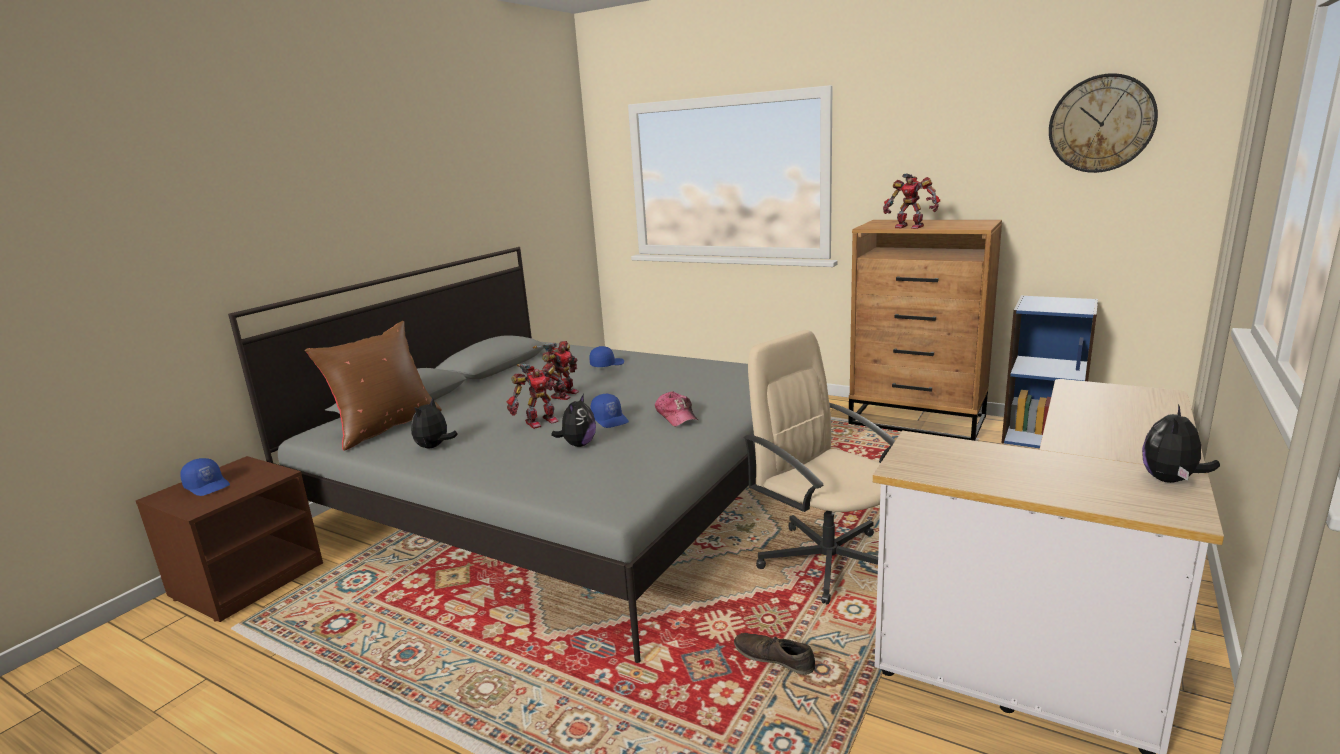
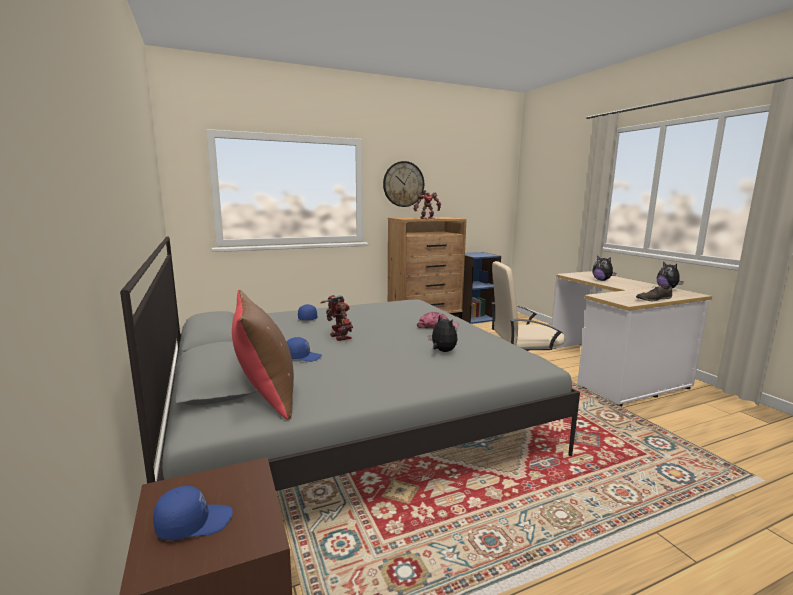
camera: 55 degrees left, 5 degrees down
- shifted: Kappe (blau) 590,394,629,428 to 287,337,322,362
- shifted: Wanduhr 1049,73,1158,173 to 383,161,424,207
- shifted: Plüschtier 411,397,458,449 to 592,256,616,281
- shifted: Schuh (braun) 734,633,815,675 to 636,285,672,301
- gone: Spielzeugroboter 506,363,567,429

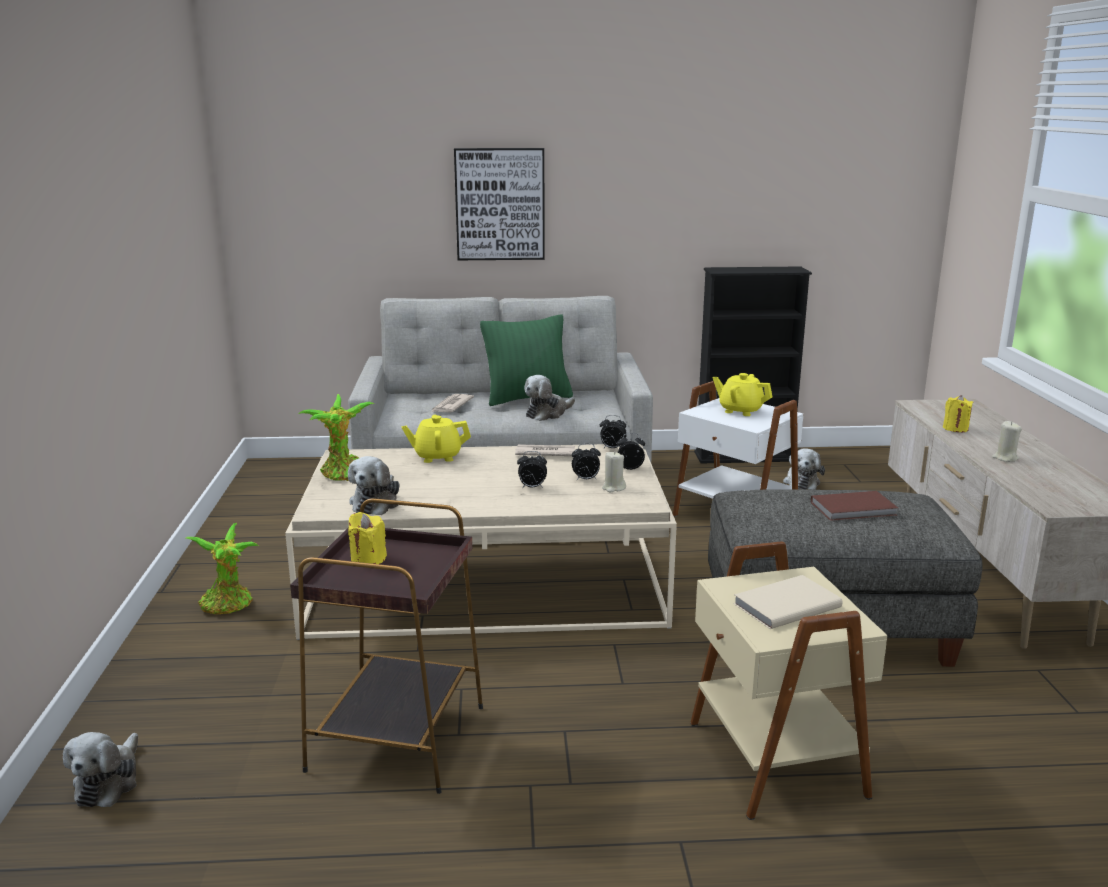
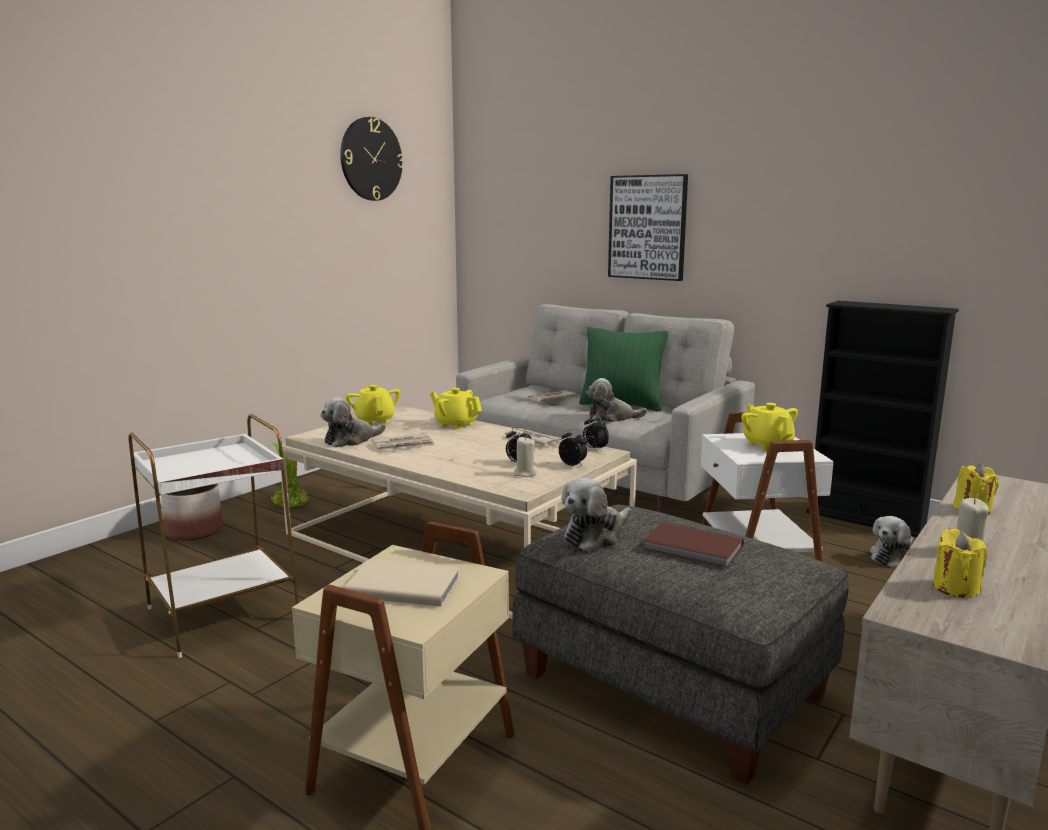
camera: 40 degrees right, 5 degrees down
- repainted: Beistelltisch (braun) 290,498,483,794 to Beistelltisch (weiß) 129,414,299,658
- new: Pflanzkübel 161,484,223,540
- new: Wanduhr 340,117,404,201
- swapped: Topfpflanze 298,394,375,481 to Teekanne (gelb) 346,385,401,425
- new: Zeitung 372,433,435,450
- shifted: Plüschtier 63,732,138,807 to 561,478,632,551
- shifted: Kerze (gelb) 348,512,387,564 to 933,529,987,598
- gone: Wecker 517,451,547,488

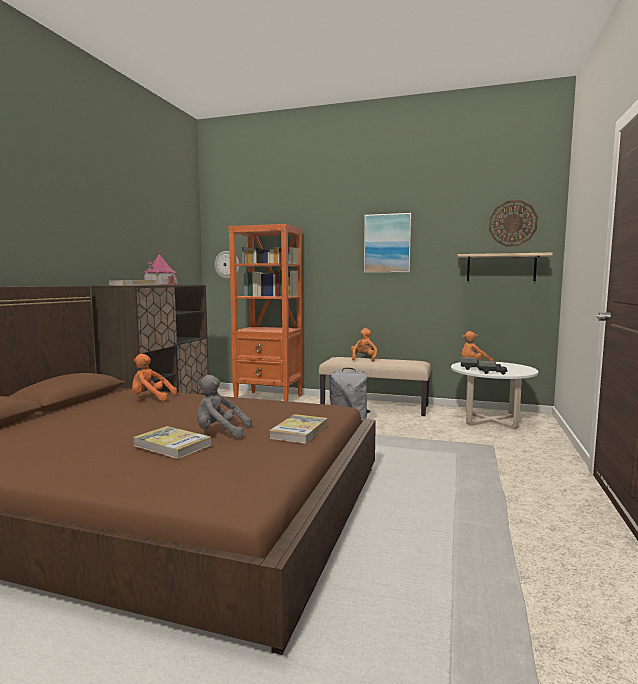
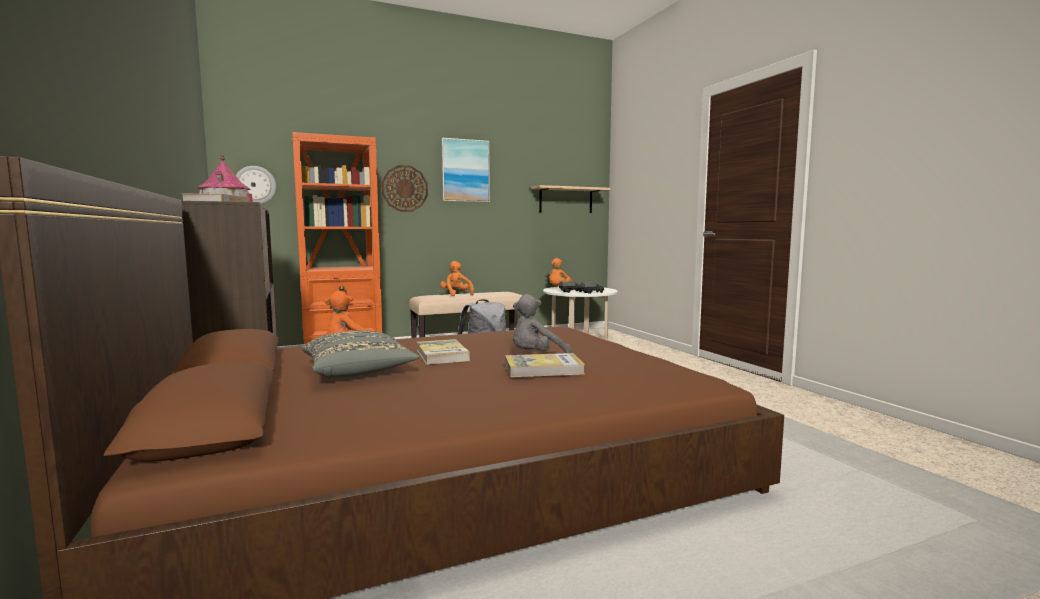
camera: 40 degrees left, 0 degrees up
- new: Kissen (grau) 301,331,420,378
- shifted: Wanduhr 489,200,538,247 to 382,165,428,212
- shifted: Buch 269,414,328,444 to 417,339,470,365

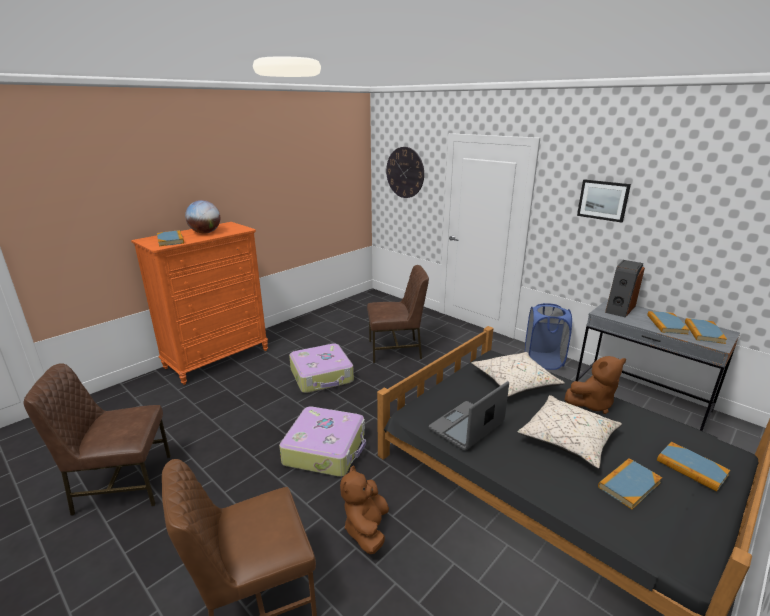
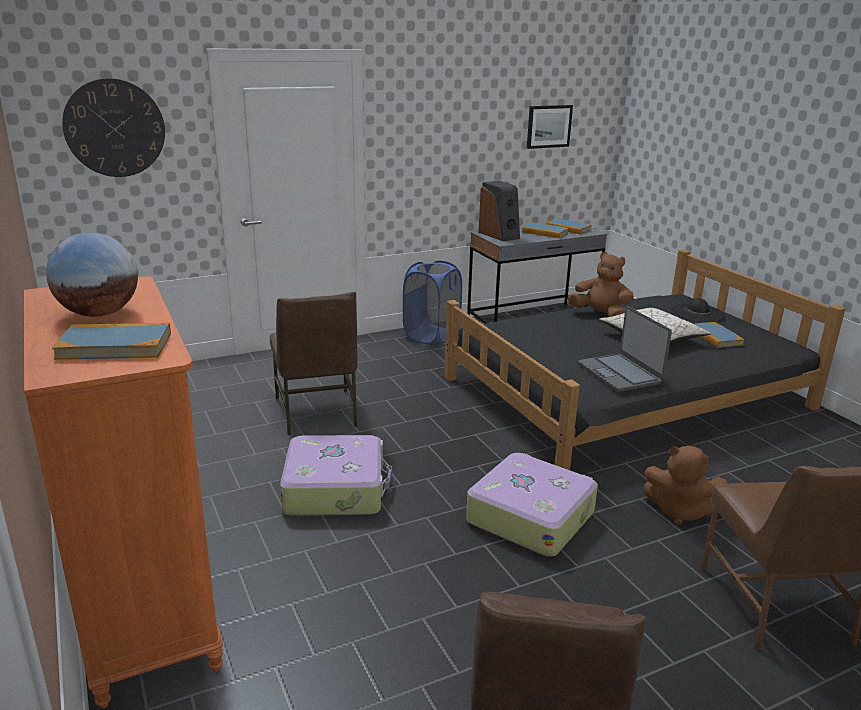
camera: 70 degrees left, 0 degrees up
- rotated: Stuhl (braun) 367,265,429,363 = 270,292,358,435 150 degrees clockwise
- shifted: Bild 577,179,631,223 to 527,105,573,149
- rotated: Plüschtier (braun) 565,356,626,414 = 568,252,634,317 60 degrees counterclockwise
- swapped: Buch 657,442,730,492 to Hut (schwarz) 671,298,725,322
- gone: Kissen (beige) 471,352,565,398

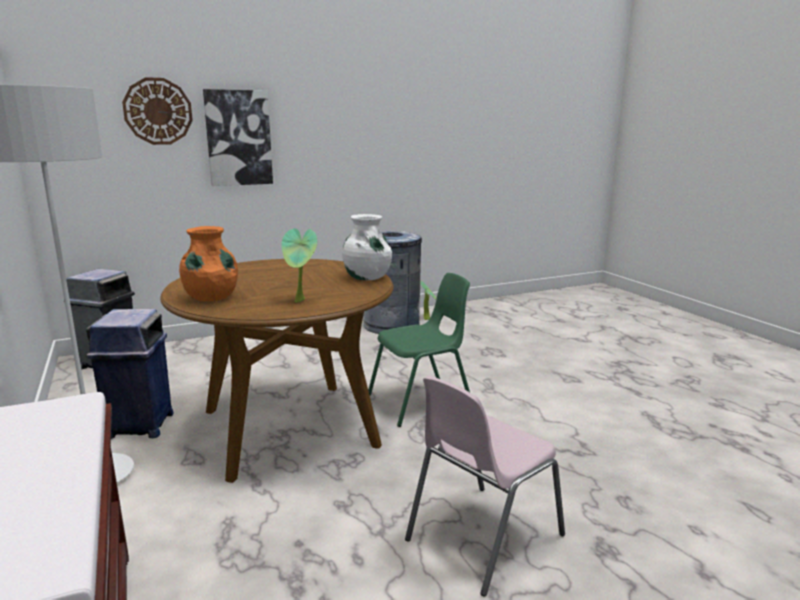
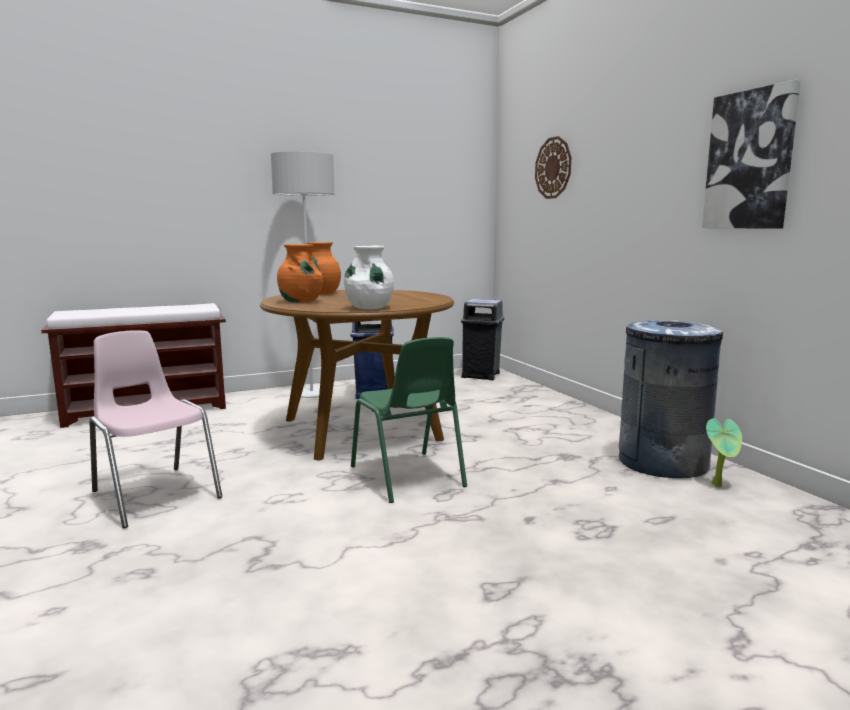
camera: 90 degrees right, 5 degrees down
- swapped: Topfpflanze 281,228,317,303 to Vase (orange) 277,244,323,303
- shifted: Bild 203,89,273,186 to 702,80,801,229

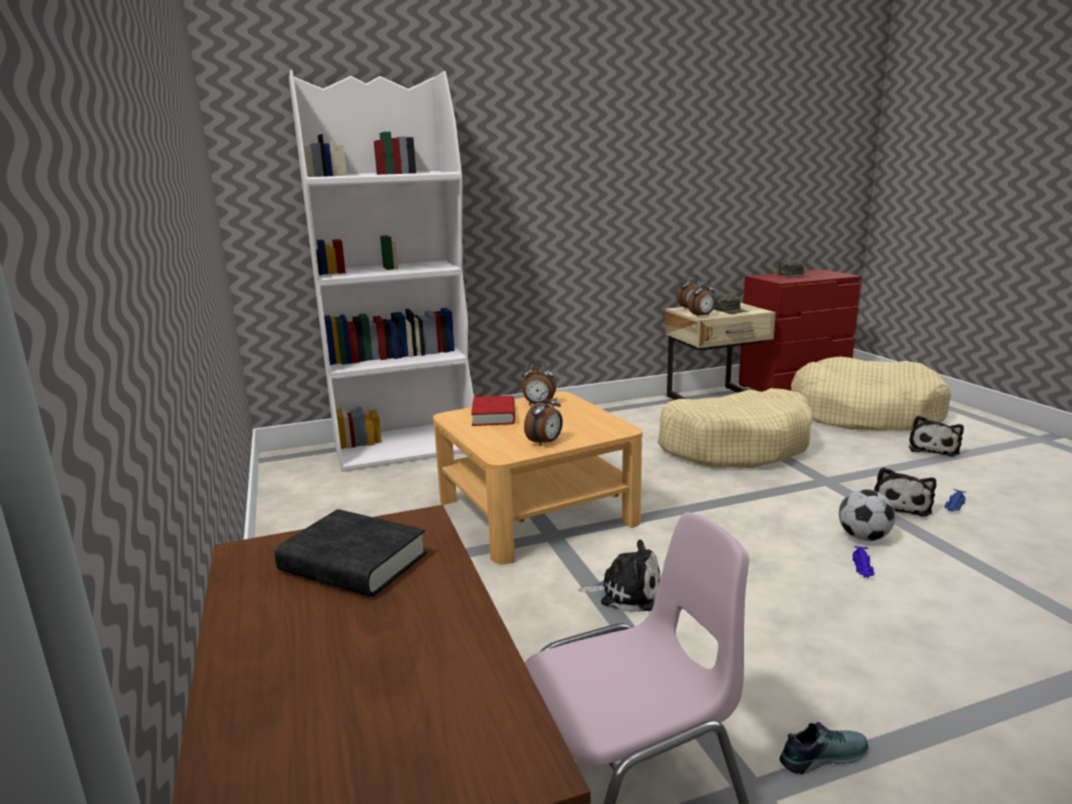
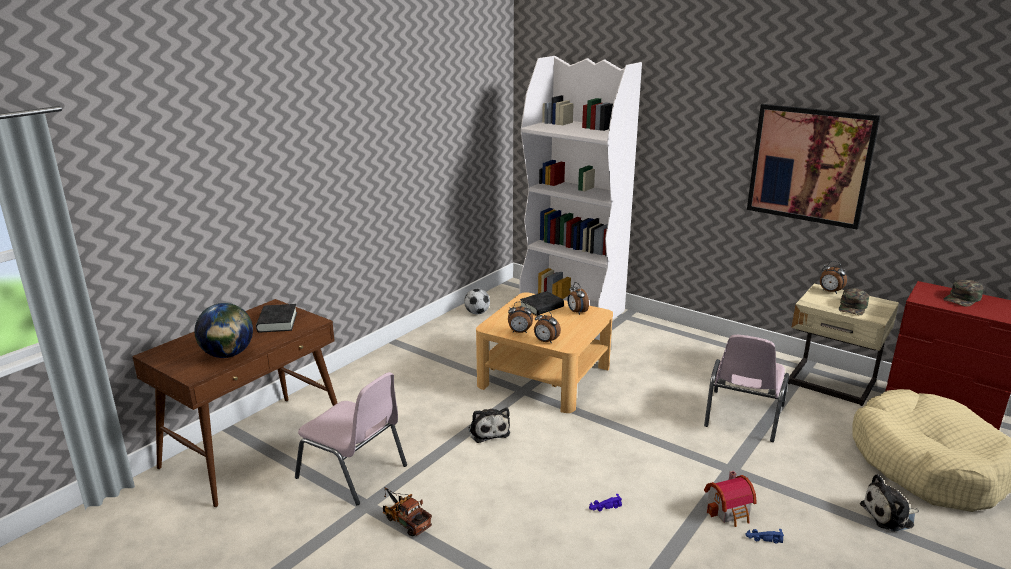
camera: 55 degrees right, 5 degrees up
- new: Globus 194,303,253,358
- swapped: Schuh 780,722,868,774 to Spielzeuglaster 383,487,432,536
- shifted: Fußball 839,489,895,541 to 464,289,490,314
- repainted: Buch (rot) 471,396,515,426 to Buch (schwarz) 520,291,564,316
- shifted: Wecker 688,280,716,316 to 534,310,561,344
- swapped: Hundebett (beige) 658,388,813,468 to Stuhl (rosa) 704,335,789,442
- swapped: Plüschtier 874,467,936,517 to Spielzeughaus 704,471,757,527
- new: Bild 747,104,881,229

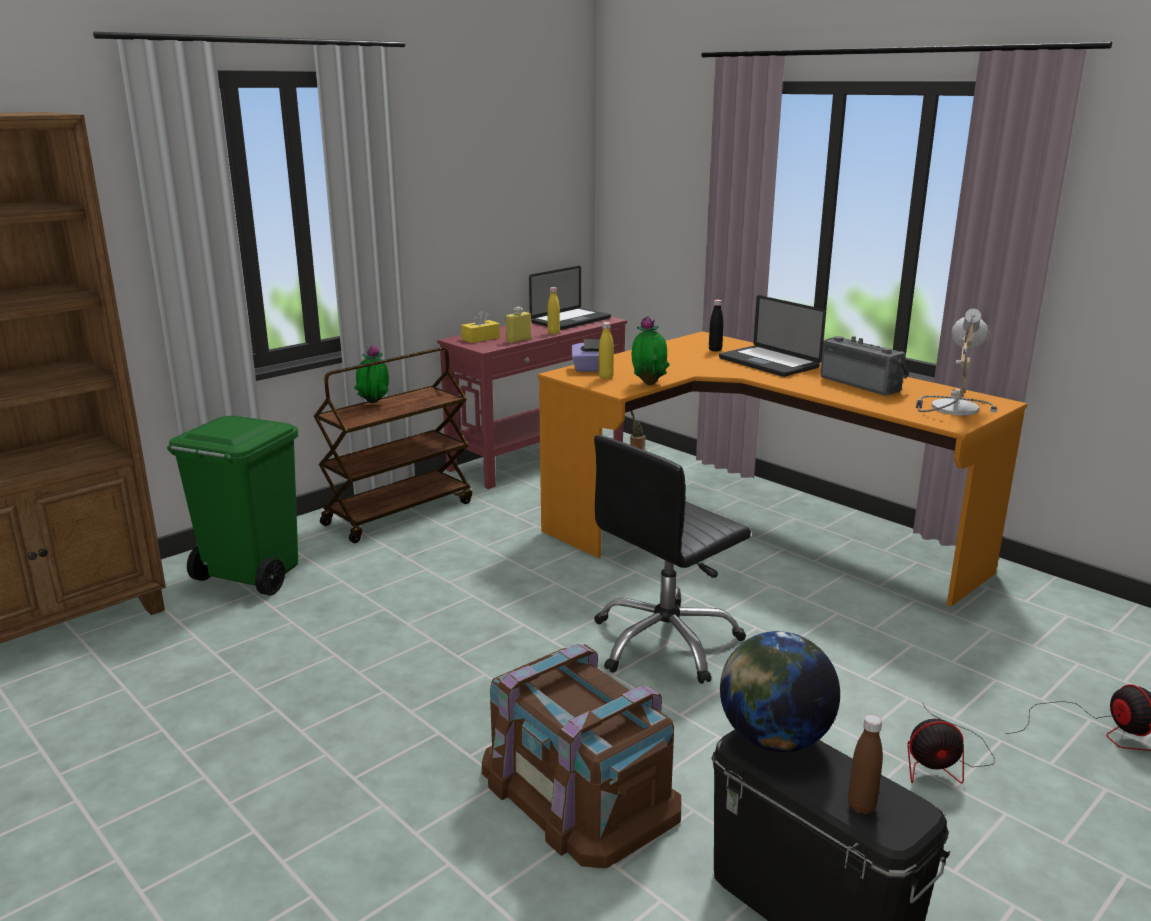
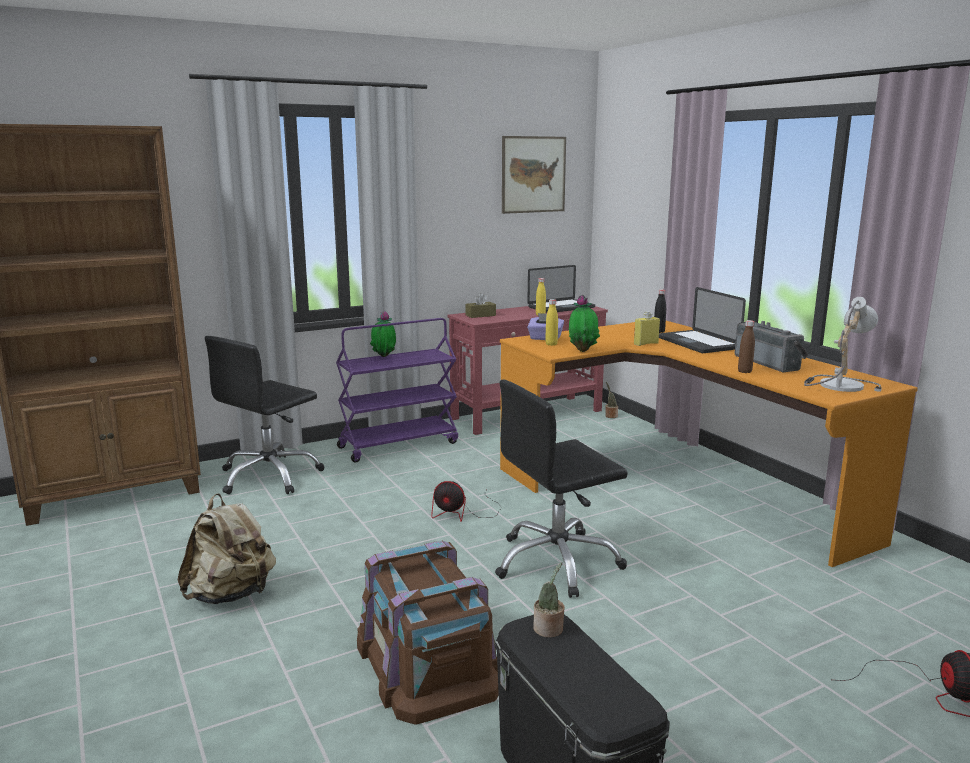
camera: 15 degrees right, 5 degrees down
- new: Rucksack (beige) 178,493,276,604
- swapped: Mülleimer (grün) 167,416,298,596 to Bürostuhl (schwarz) 205,336,325,494
- repainted: Rollwagen (braun) 314,347,472,543 to Rollwagen (lila) 336,318,458,463
- shifted: Ventilator 907,702,995,784 to 431,481,501,522
- repainted: Taschentuchbox (gelb) 461,310,500,343 to Taschentuchbox (braun) 466,293,496,318
- new: Bild 502,136,566,214
- swapped: Globus 720,631,840,752 to Topfpflanze 533,562,565,638
- shifted: Flasche (gelb) 506,307,531,343 to 634,311,660,346
- shifted: Flasche (braun) 848,715,883,815 to 738,320,755,373

